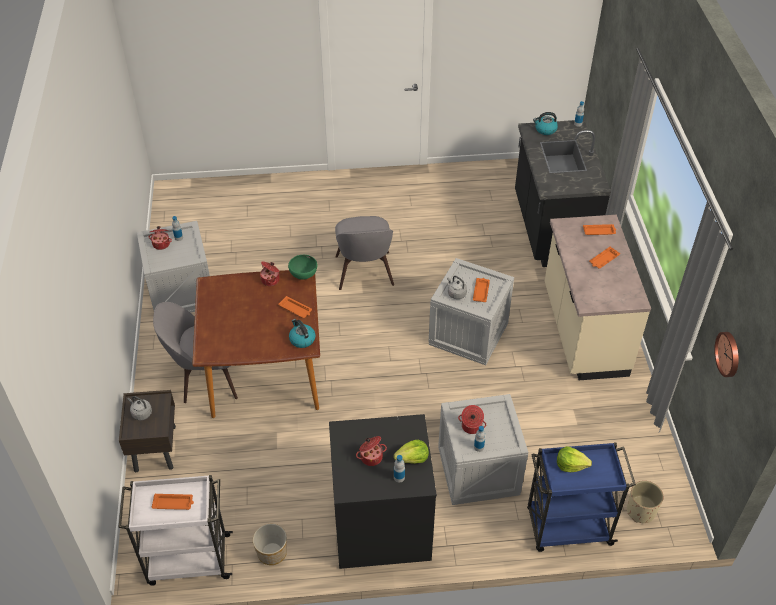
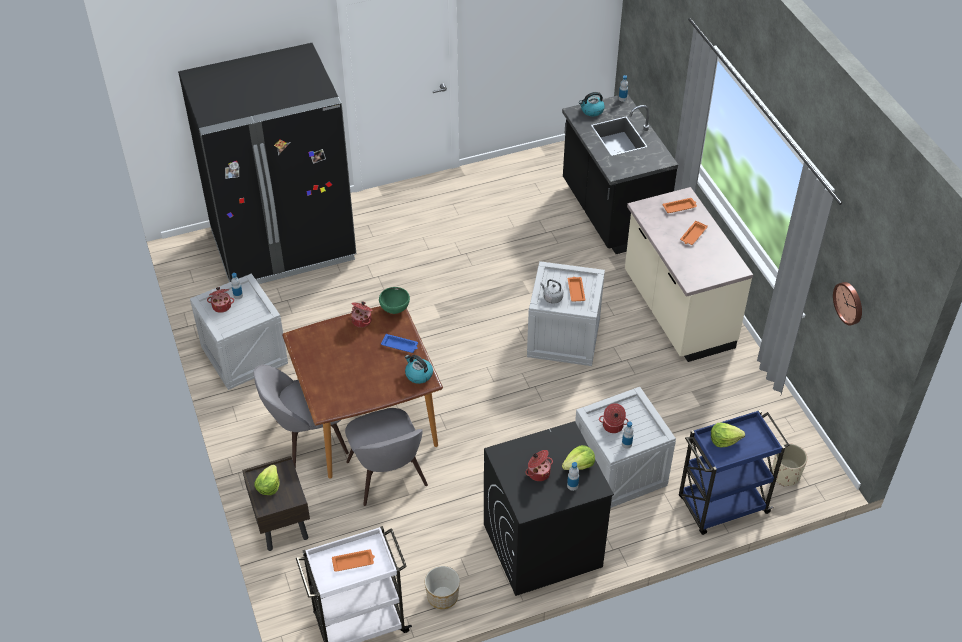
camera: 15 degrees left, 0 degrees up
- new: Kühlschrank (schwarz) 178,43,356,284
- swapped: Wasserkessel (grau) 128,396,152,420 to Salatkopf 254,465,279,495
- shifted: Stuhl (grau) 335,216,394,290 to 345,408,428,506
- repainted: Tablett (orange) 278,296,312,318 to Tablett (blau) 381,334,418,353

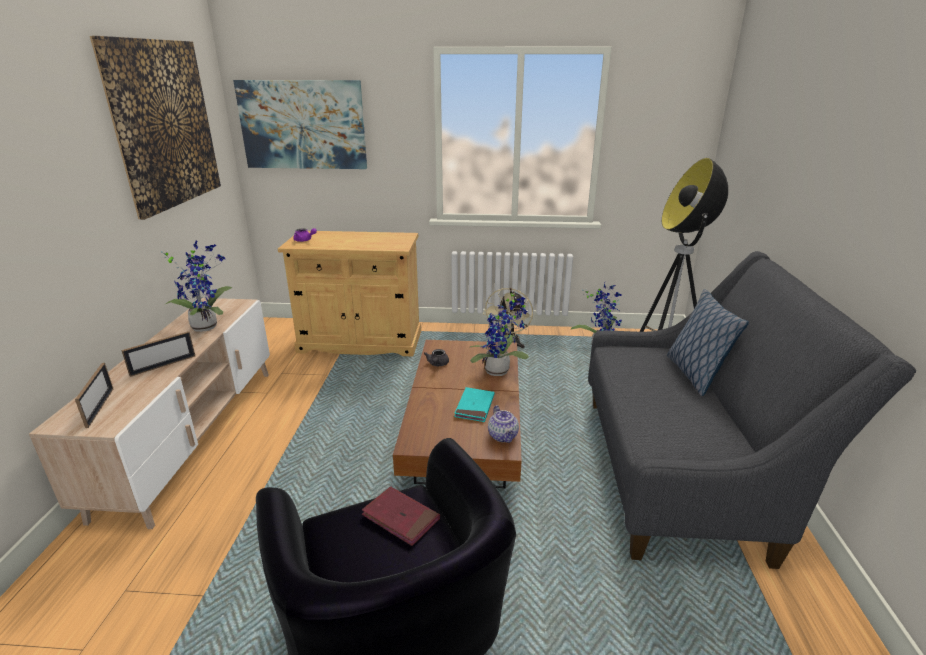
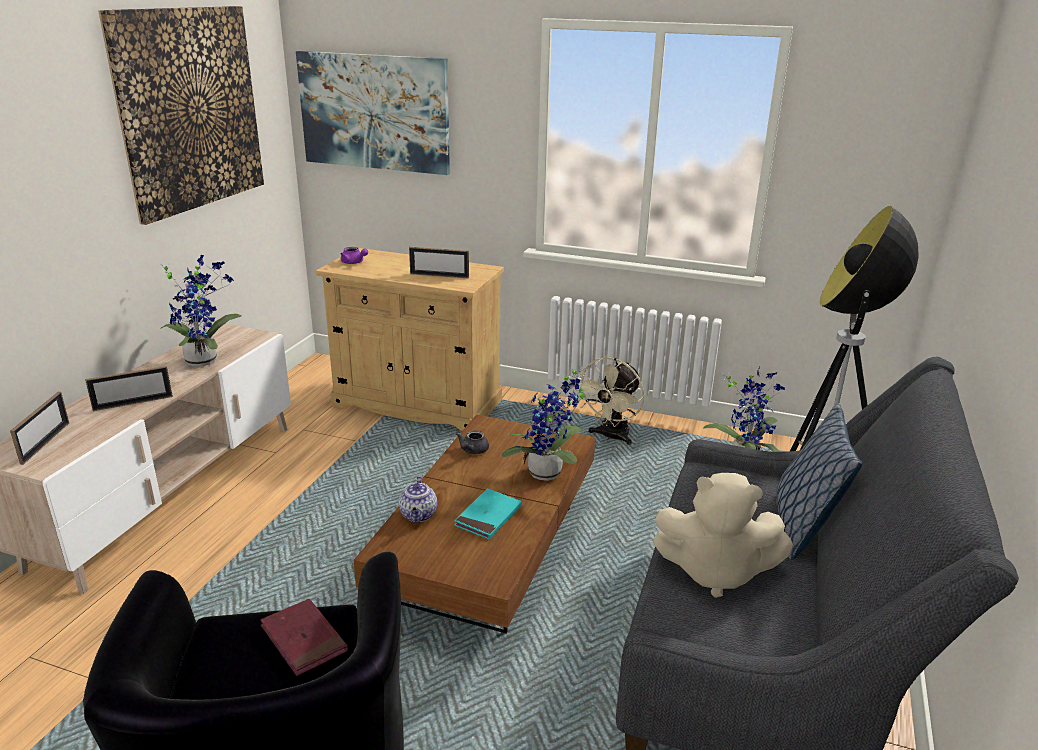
camera: 15 degrees right, 0 degrees up
- shifted: Teekanne 488,405,519,443 to 399,476,437,523
- new: Bilderrahmen 409,247,469,279
- new: Plüschtier (beige) 653,473,793,598

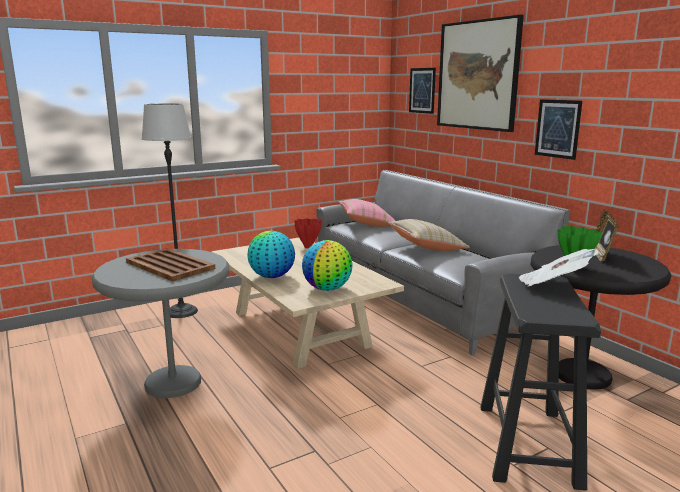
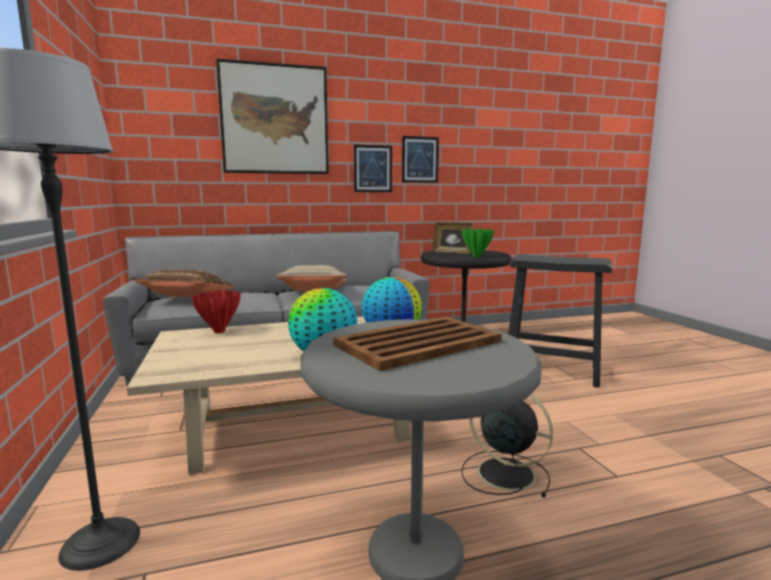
camera: 75 degrees left, 5 degrees down
- repainted: Kissen (rosa) 338,199,396,227 to Kissen (braun) 134,269,236,297
- shifted: Bild 409,68,436,114 to 402,136,439,183
- new: Ventilator (schwarz) 461,393,553,498
- gone: Zeitung 519,249,599,287

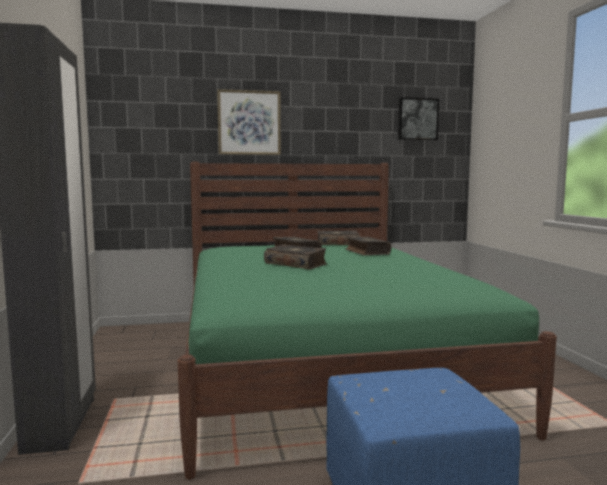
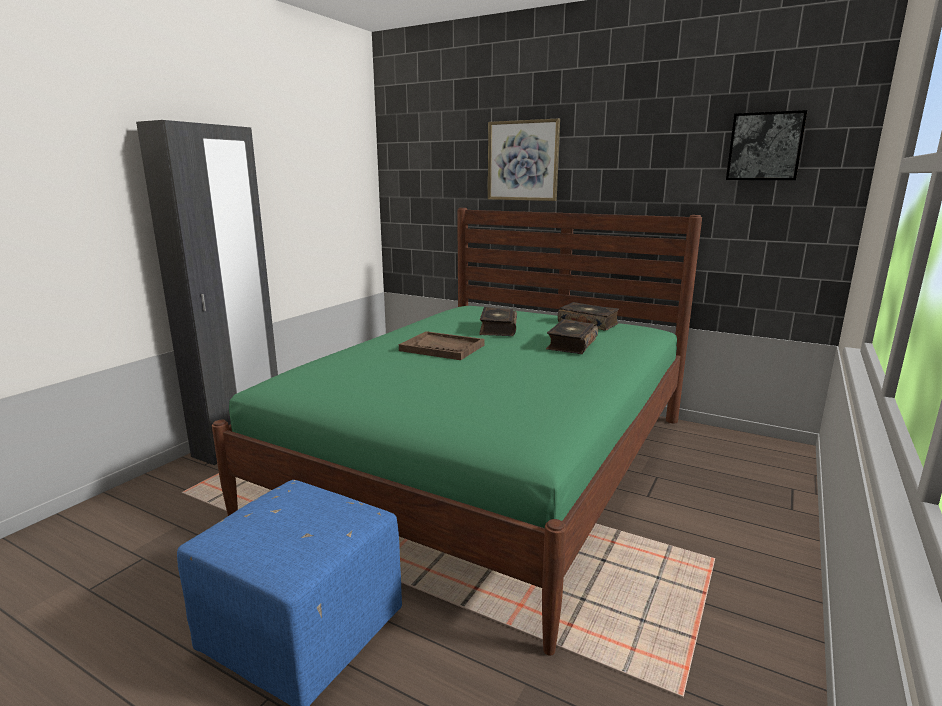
camera: 40 degrees right, 10 degrees up
- swapped: Buch 264,244,327,270 to Tablett (braun) 399,331,485,360

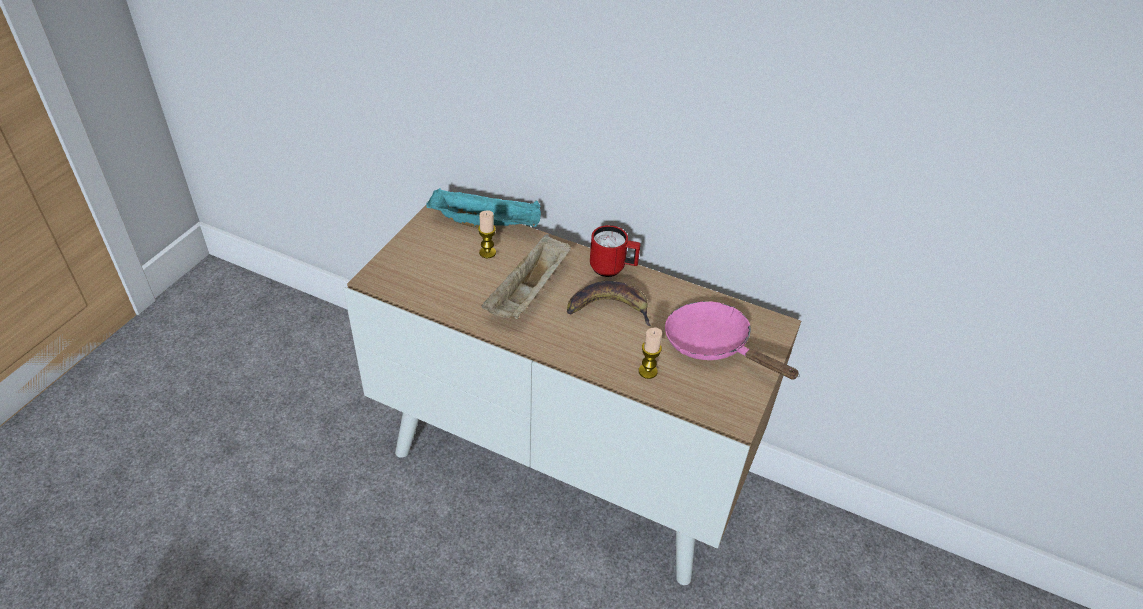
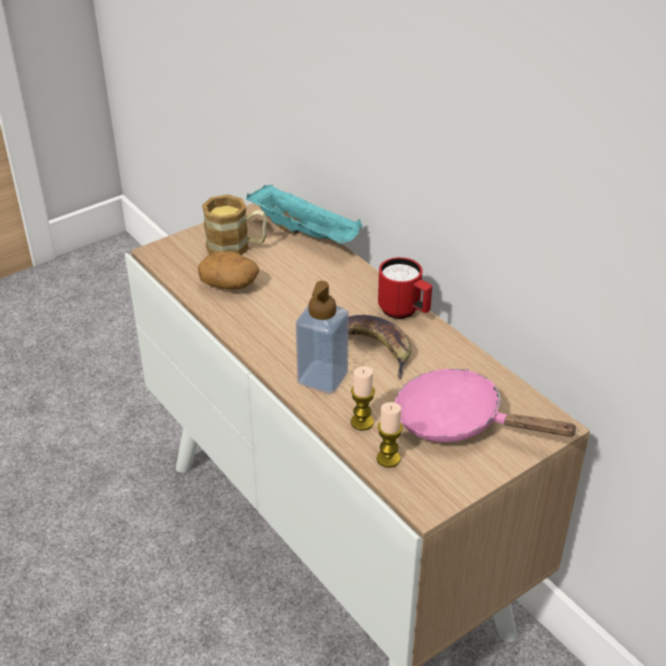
camera: 30 degrees right, 5 degrees down
- new: Kartoffel 198,251,259,290
- new: Henkelbecher 202,194,267,255
- new: Seifenspender 296,281,349,394
- shifted: Kerze 478,210,496,258 to 377,402,403,468
- rotated: Pfanne (rosa) 665,301,800,380 = 395,369,579,442 45 degrees counterclockwise
- gone: Tablett (beige) 481,234,571,319

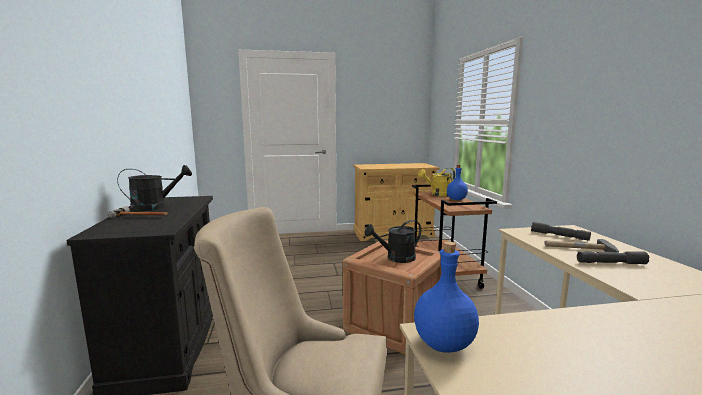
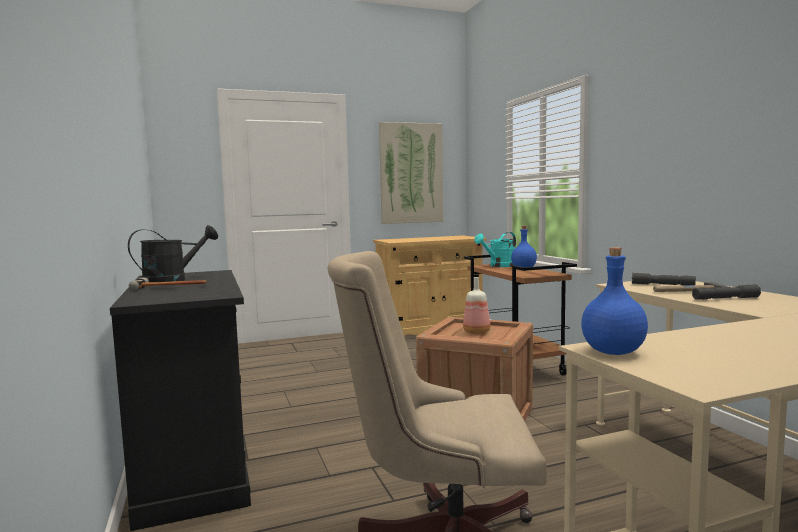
camera: 10 degrees left, 5 degrees down
- new: Bild 379,122,444,224
- swapped: Gießkanne (schwarz) 364,220,421,263 to Flasche 463,277,491,334
- repainted: Gießkanne (gelb) 418,168,455,197 to Gießkanne (türkis) 475,232,516,267

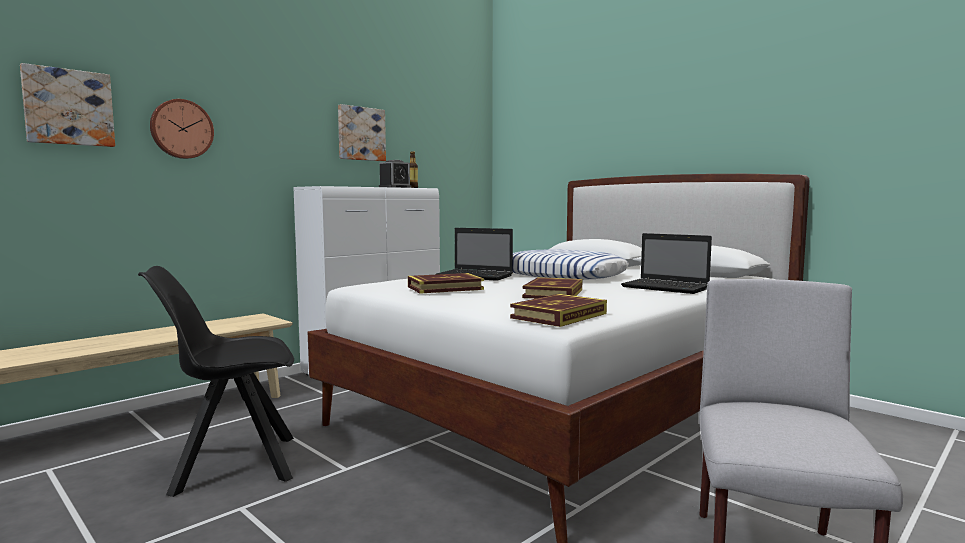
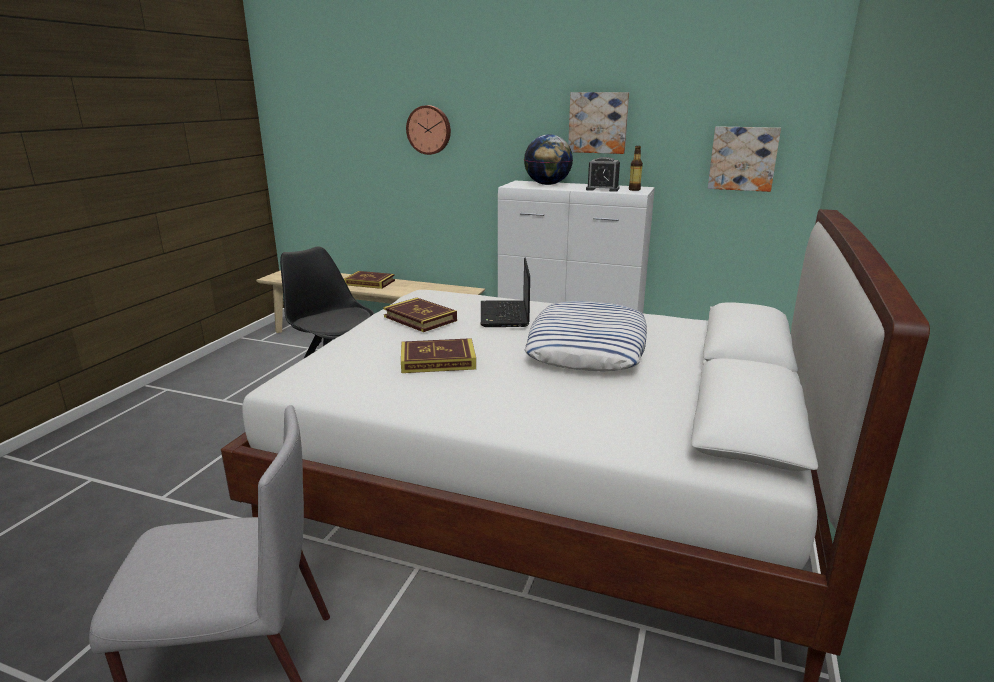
camera: 65 degrees right, 15 degrees up
- shifted: Buch 510,294,607,327 to 344,271,395,289
- new: Globus 524,134,573,185
- shifted: Bild 20,63,115,147 to 708,126,781,192
- gone: Laptop 621,233,712,294

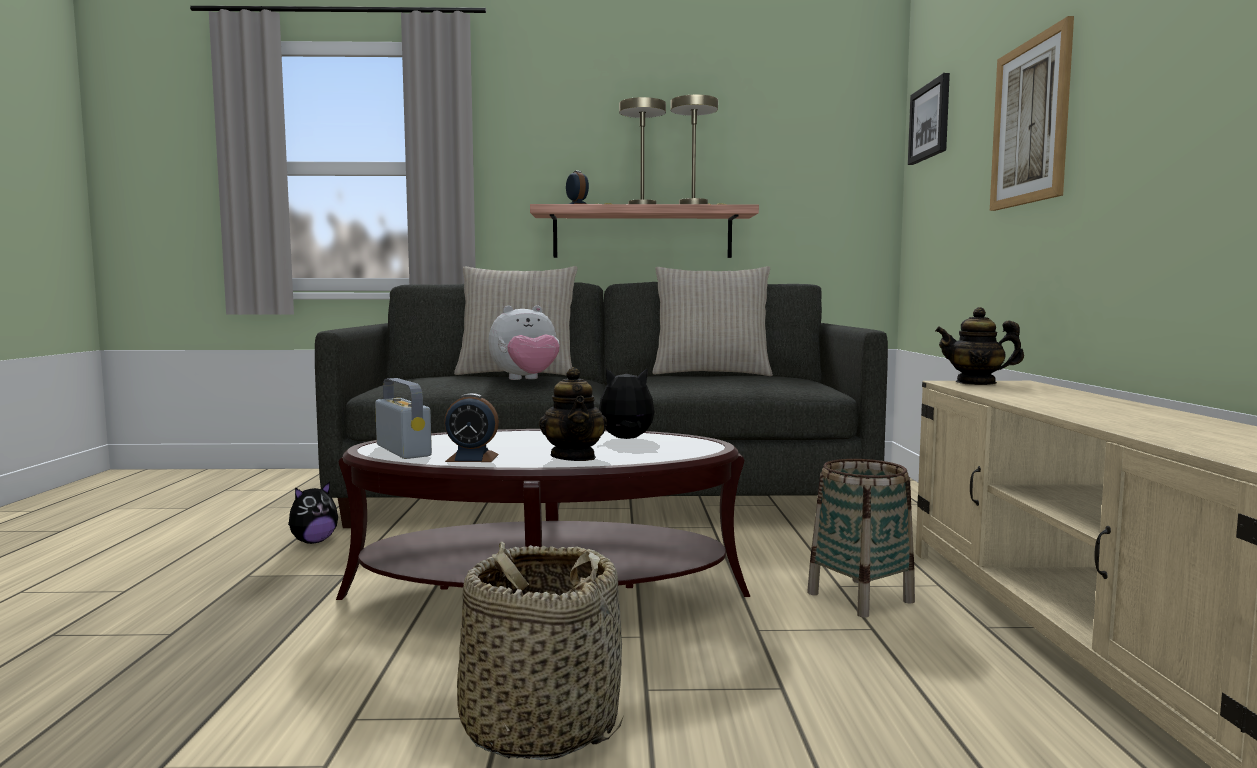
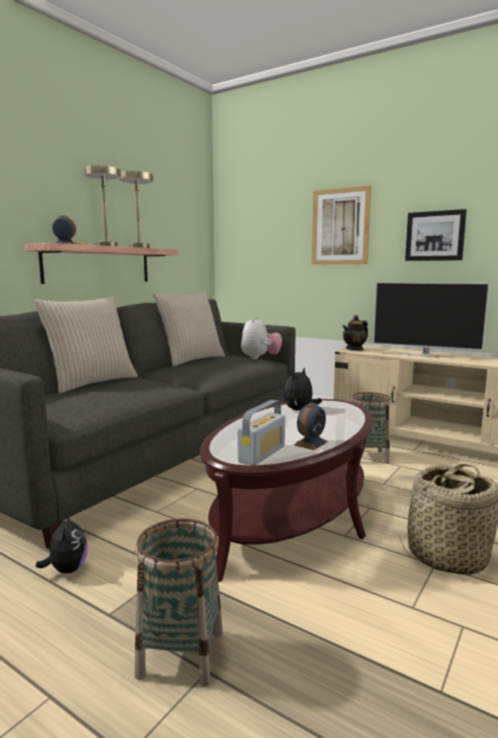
camera: 55 degrees left, 5 degrees up
- new: Korb 135,518,223,687
- rotated: Radio 375,378,432,459 = 238,400,285,466 120 degrees clockwise
- shifted: Plüschtier 488,306,560,380 to 241,317,282,360
- new: Fernseher 373,282,490,358
- shifted: Bild 908,73,950,165 to 405,209,467,261
- gone: Teekanne 539,367,607,461

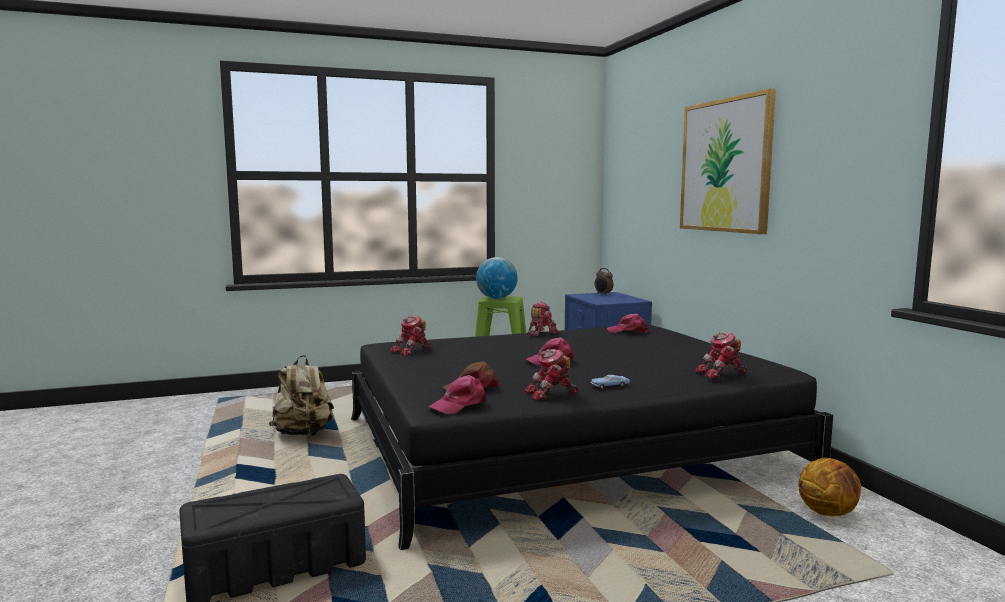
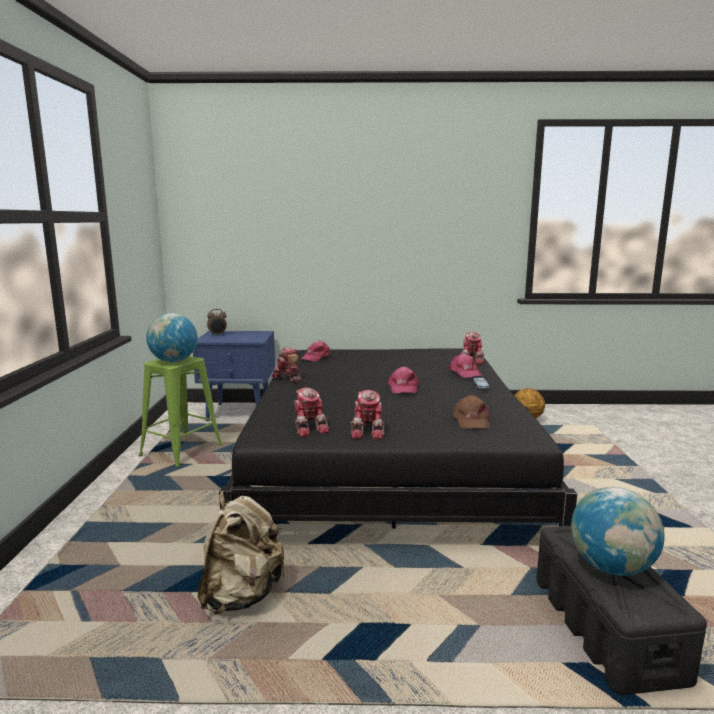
camera: 70 degrees left, 5 degrees up
- shifted: Spielzeugroboter 524,349,579,400 to 350,390,385,439
- shifted: Kappe (rosa) 429,375,486,414 to 448,353,482,378
- new: Globus 571,487,664,576
- gone: Bild 680,88,776,234

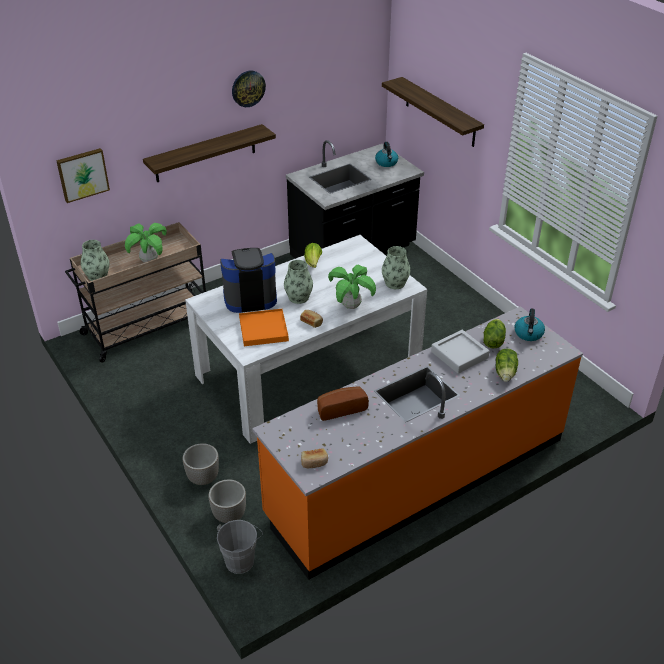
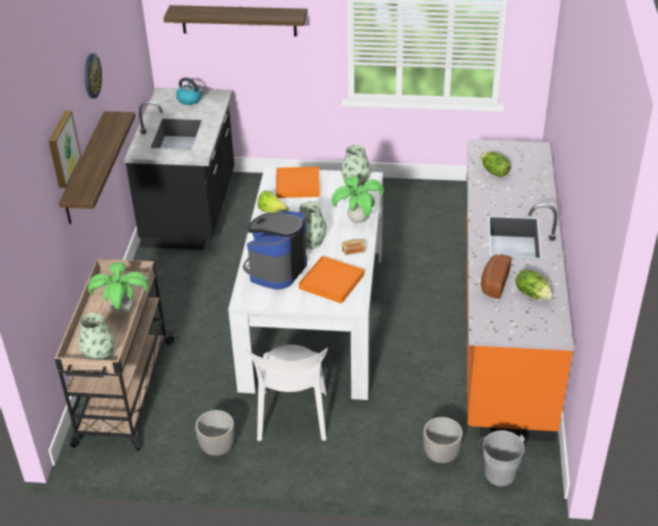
camera: 50 degrees left, 0 degrees up
- shifted: Bild 56,148,110,203 to 49,111,81,188
- shifted: Pflanzkübel 183,443,219,485 to 195,410,235,456
- new: Stuhl (weiß) 246,345,328,441
- new: Tablett (orange) 276,167,320,198
- shifted: Salatkopf 496,348,518,382 to 515,269,553,300
- gone: Brot 301,449,328,468
- gone: Tablett (grau) 431,330,490,374
- gone: Wasserkessel 514,308,545,341

